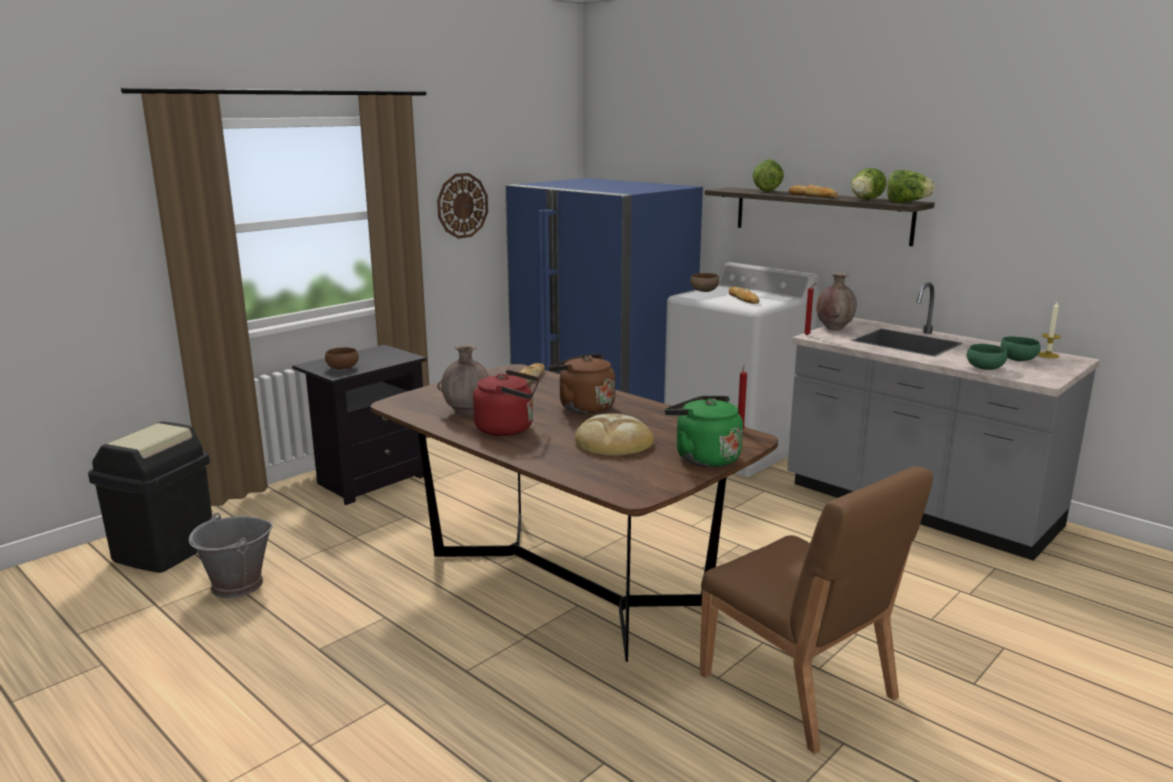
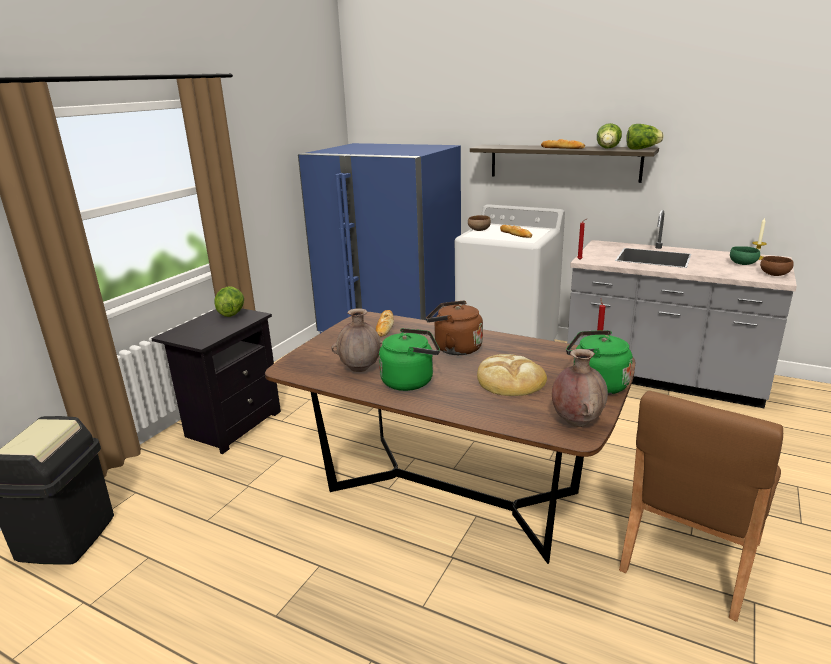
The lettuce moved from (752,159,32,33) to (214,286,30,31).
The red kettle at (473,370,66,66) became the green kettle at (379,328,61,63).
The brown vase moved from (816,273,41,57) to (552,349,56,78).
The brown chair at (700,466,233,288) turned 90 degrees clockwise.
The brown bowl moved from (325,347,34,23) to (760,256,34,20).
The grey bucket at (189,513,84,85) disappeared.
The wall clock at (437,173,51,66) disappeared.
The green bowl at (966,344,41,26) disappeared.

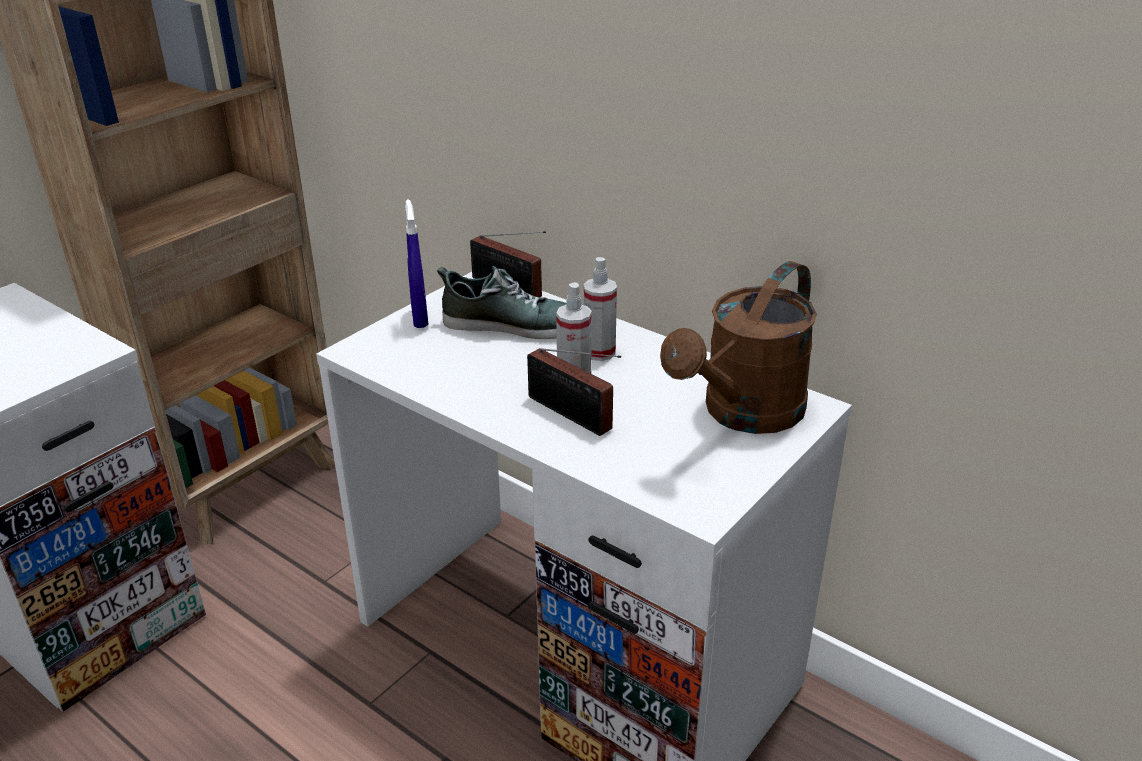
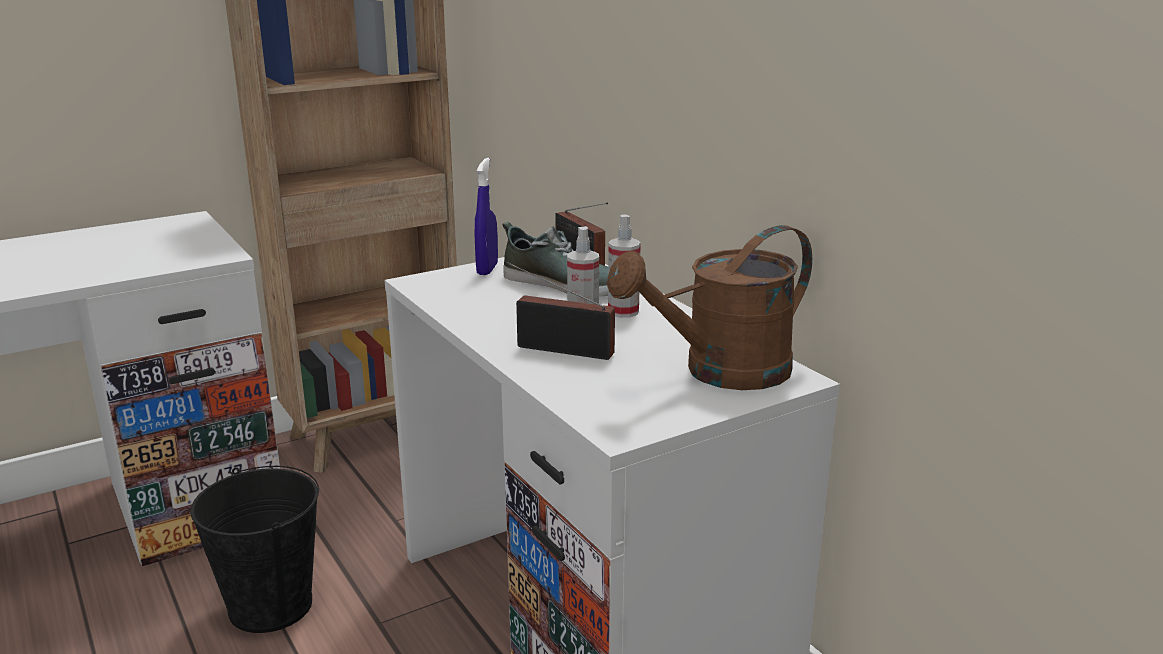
The black bucket at (190,466,129,167) appeared.
The radio at (527,348,94,88) turned 135 degrees clockwise.

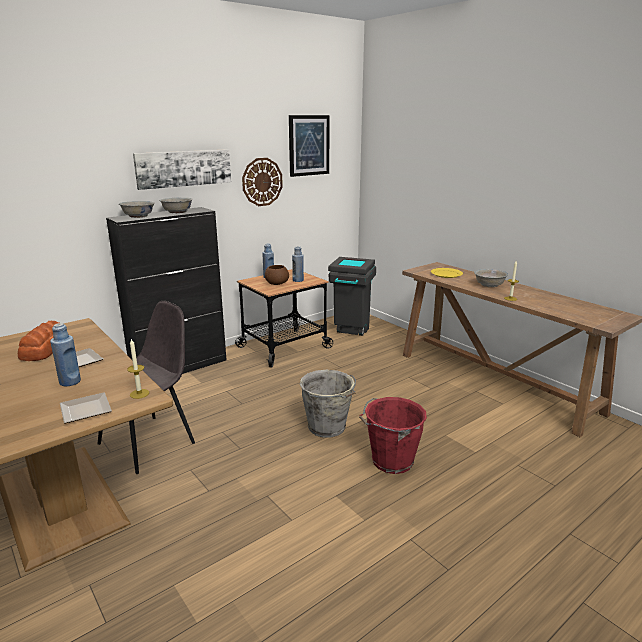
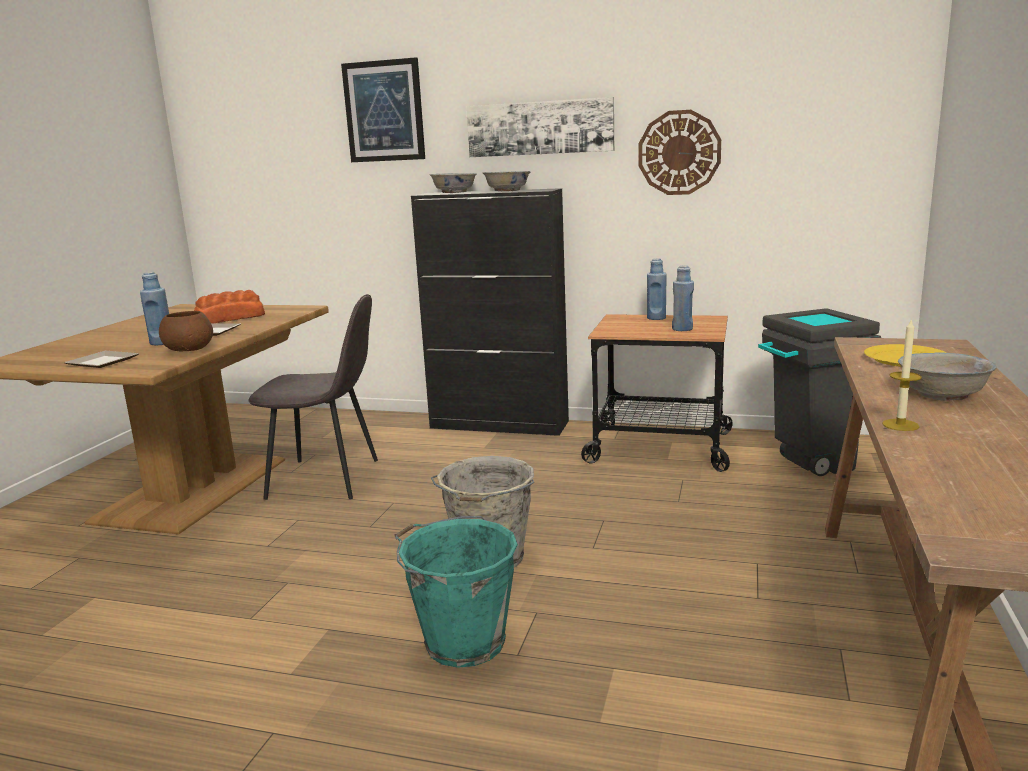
The brown bowl moved from (265,265,24,20) to (159,311,54,40).
The picture moved from (289,115,41,62) to (341,57,84,105).
The red bucket at (359,397,68,77) became the turquoise bucket at (394,516,124,152).
The candle at (127,339,22,60) disappeared.

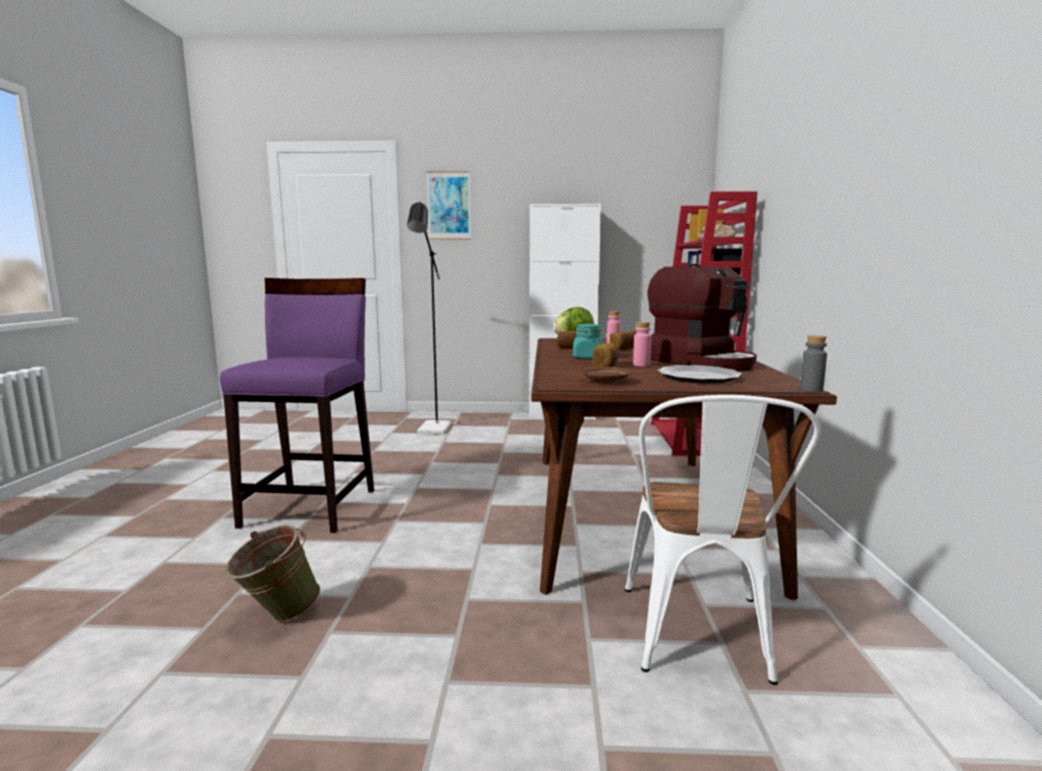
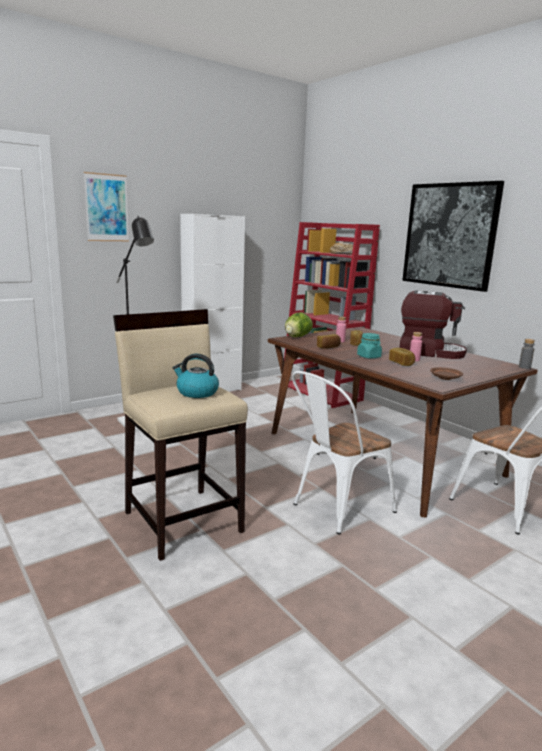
The purple stool at (220,278,154,255) became the beige stool at (113,309,135,252).
The kettle at (172,354,47,44) appeared.
The white chair at (292,371,105,163) appeared.
The picture at (402,181,102,111) appeared.
The green bucket at (226,525,94,97) disappeared.
The plate at (657,365,85,19) disappeared.

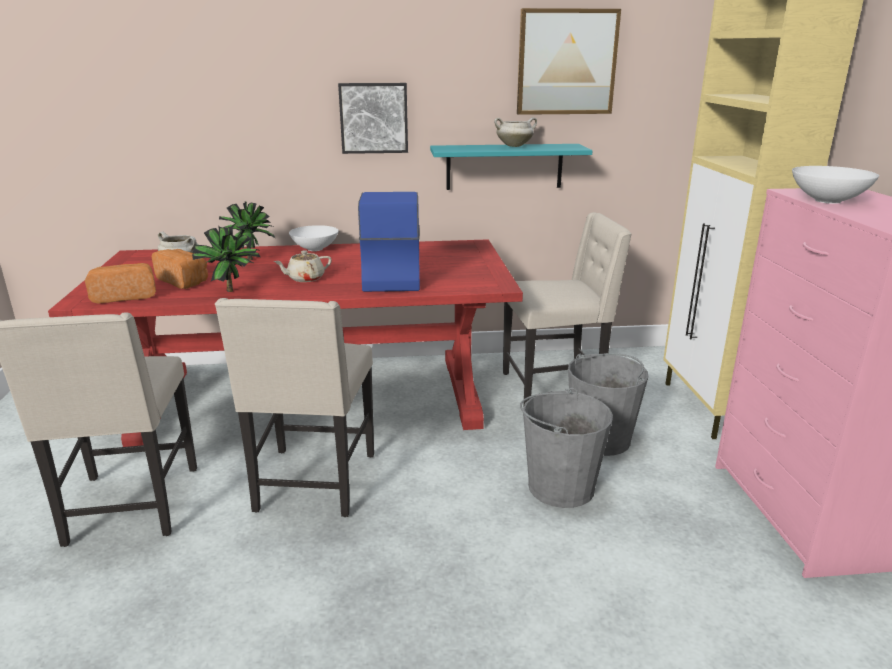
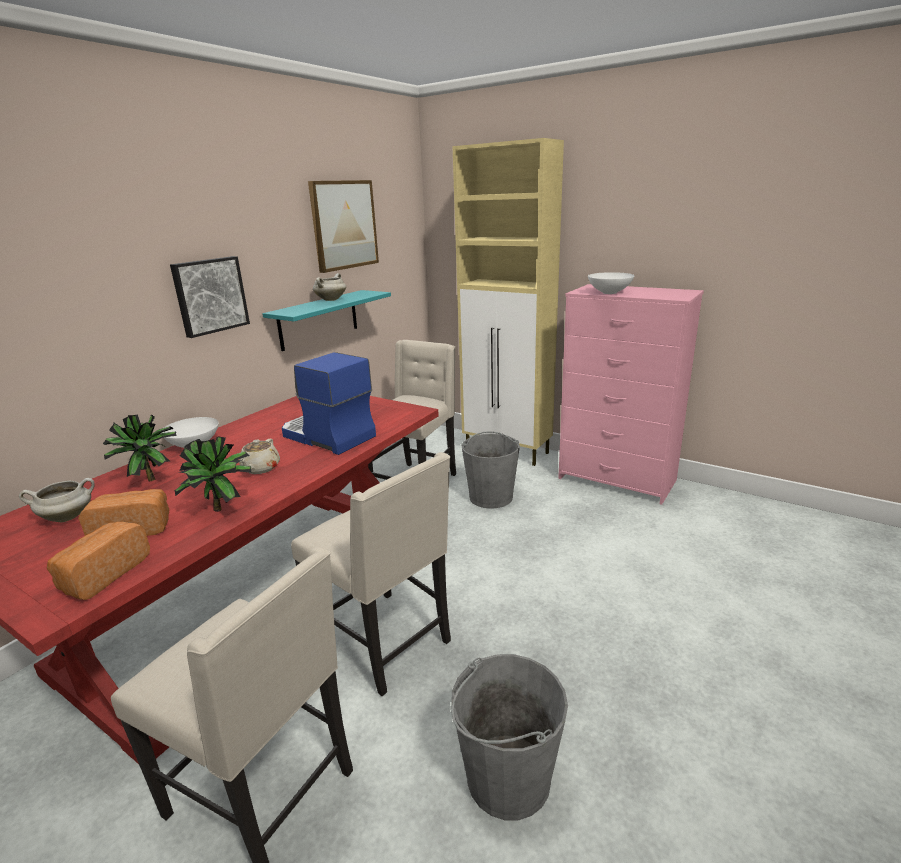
The grey bucket moved from (520,388,93,120) to (451,654,117,166).

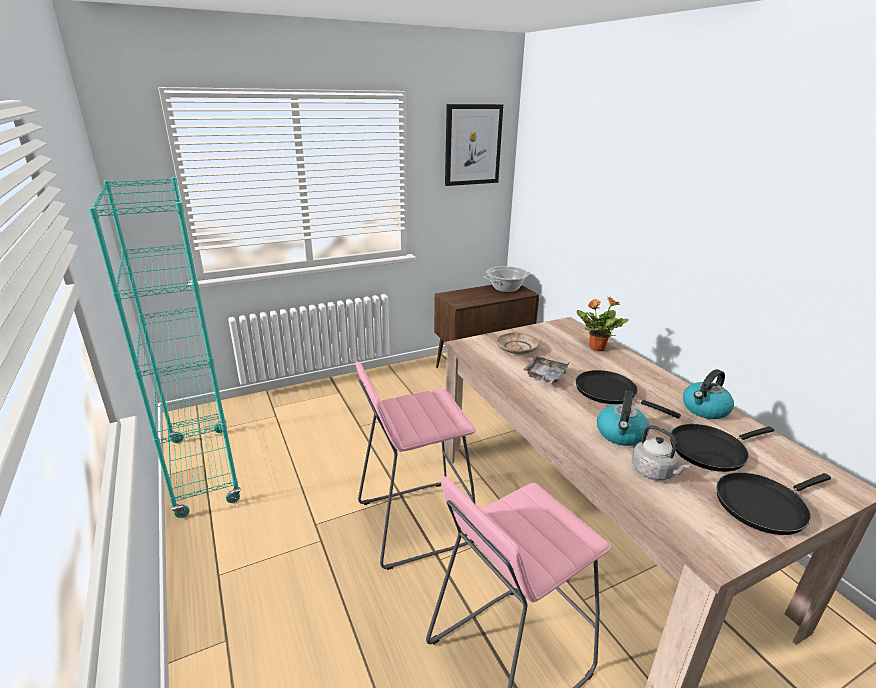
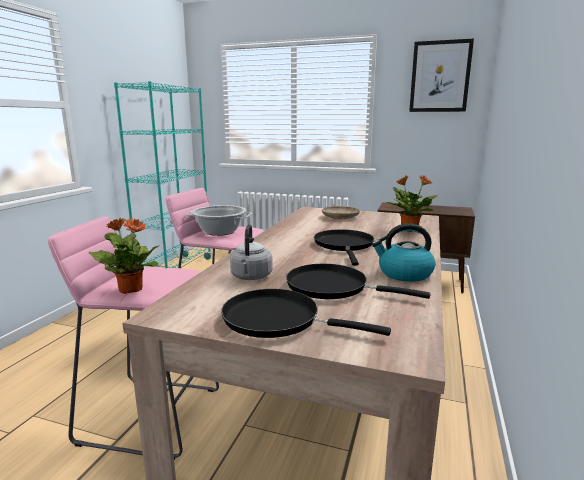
The potted plant at (89,217,71,77) appeared.
The cooking pot moved from (484,266,46,26) to (186,205,66,31).
The grey tray at (524,356,45,27) disappeared.
The kettle at (597,390,52,56) disappeared.

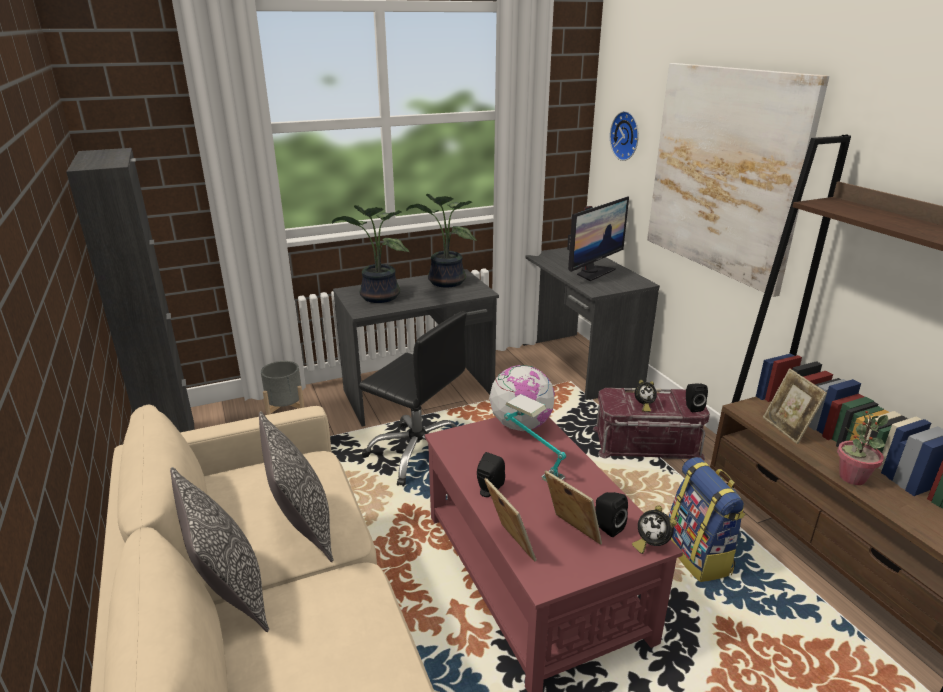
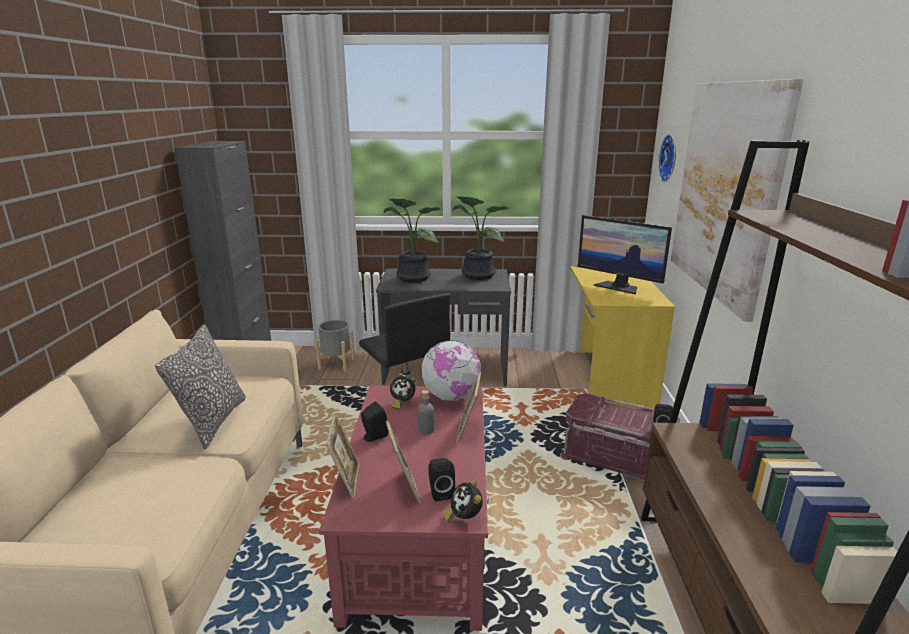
The alarm clock moved from (635,380,22,32) to (390,373,26,36).
The table lamp at (504,394,62,88) was replaced by the grey bottle at (418,390,17,44).
The picture frame moved from (763,368,64,76) to (456,372,25,71).
The grey desk at (523,247,137,153) became the yellow desk at (567,266,108,143).
The monitor at (567,196,62,85) turned 60 degrees clockwise.
The pillow at (170,467,99,165) disappeared.
The backpack at (669,457,77,125) disappeared.
The potted plant at (837,410,51,75) disappeared.

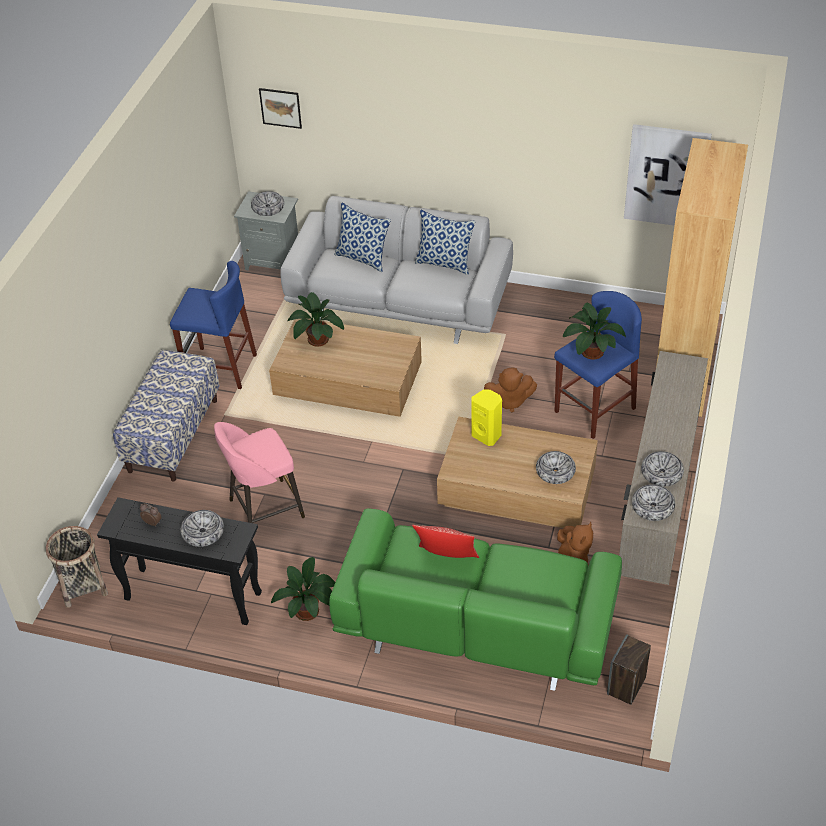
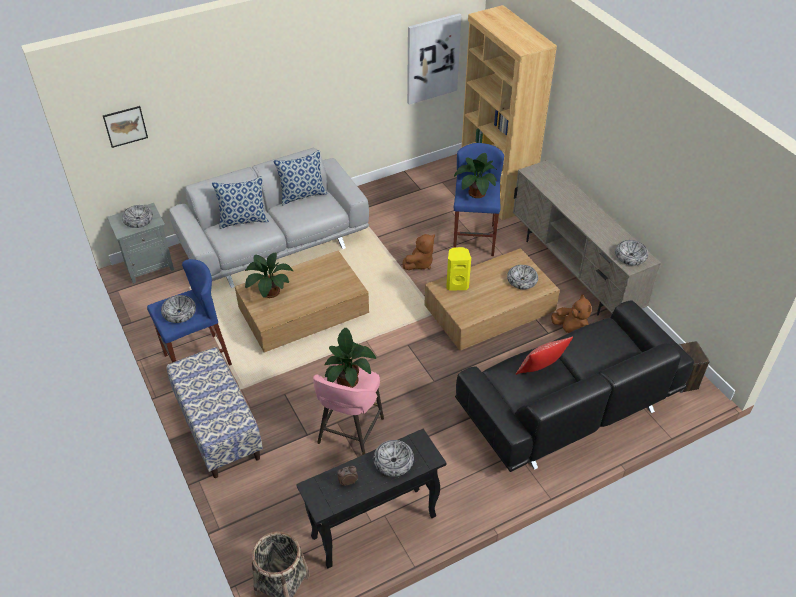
The bowl moved from (641,451,43,36) to (161,295,35,28).
The potted plant moved from (271,557,64,64) to (324,328,52,60).
The green sofa at (329,509,293,182) became the black sofa at (455,300,239,172).

